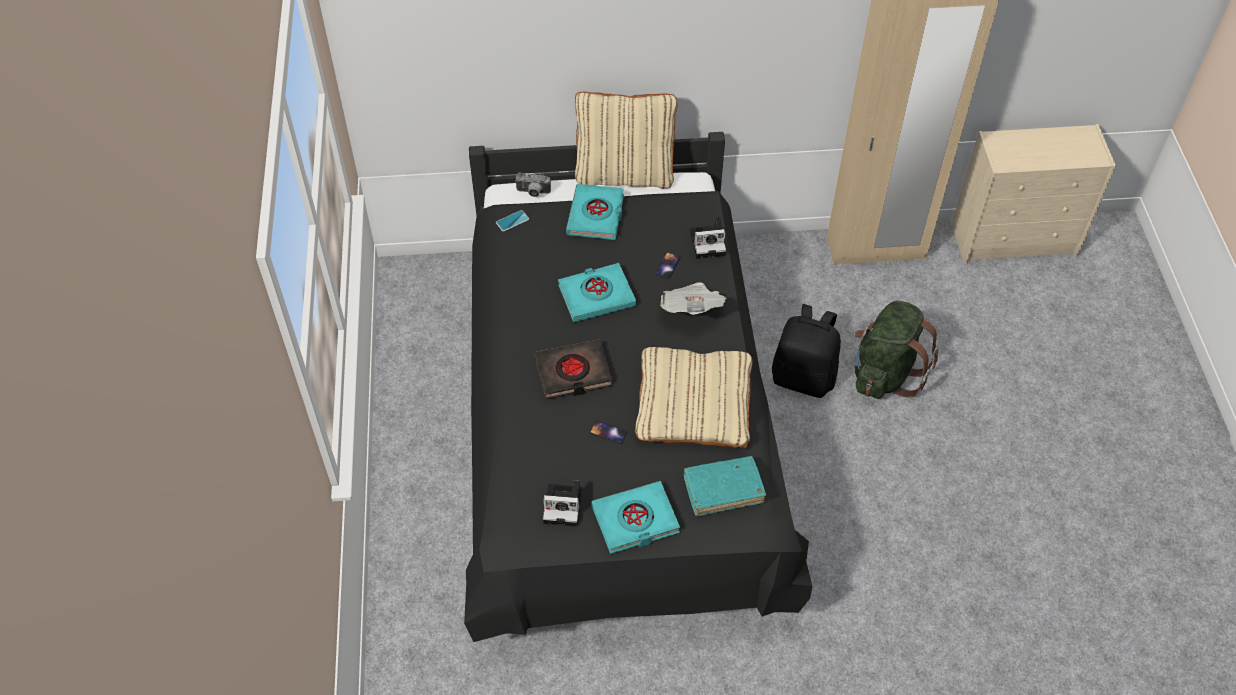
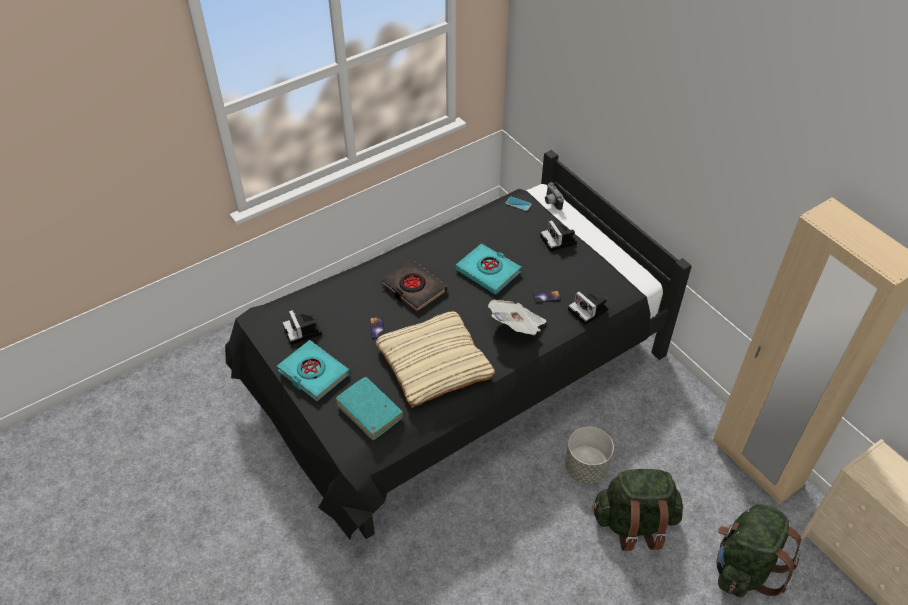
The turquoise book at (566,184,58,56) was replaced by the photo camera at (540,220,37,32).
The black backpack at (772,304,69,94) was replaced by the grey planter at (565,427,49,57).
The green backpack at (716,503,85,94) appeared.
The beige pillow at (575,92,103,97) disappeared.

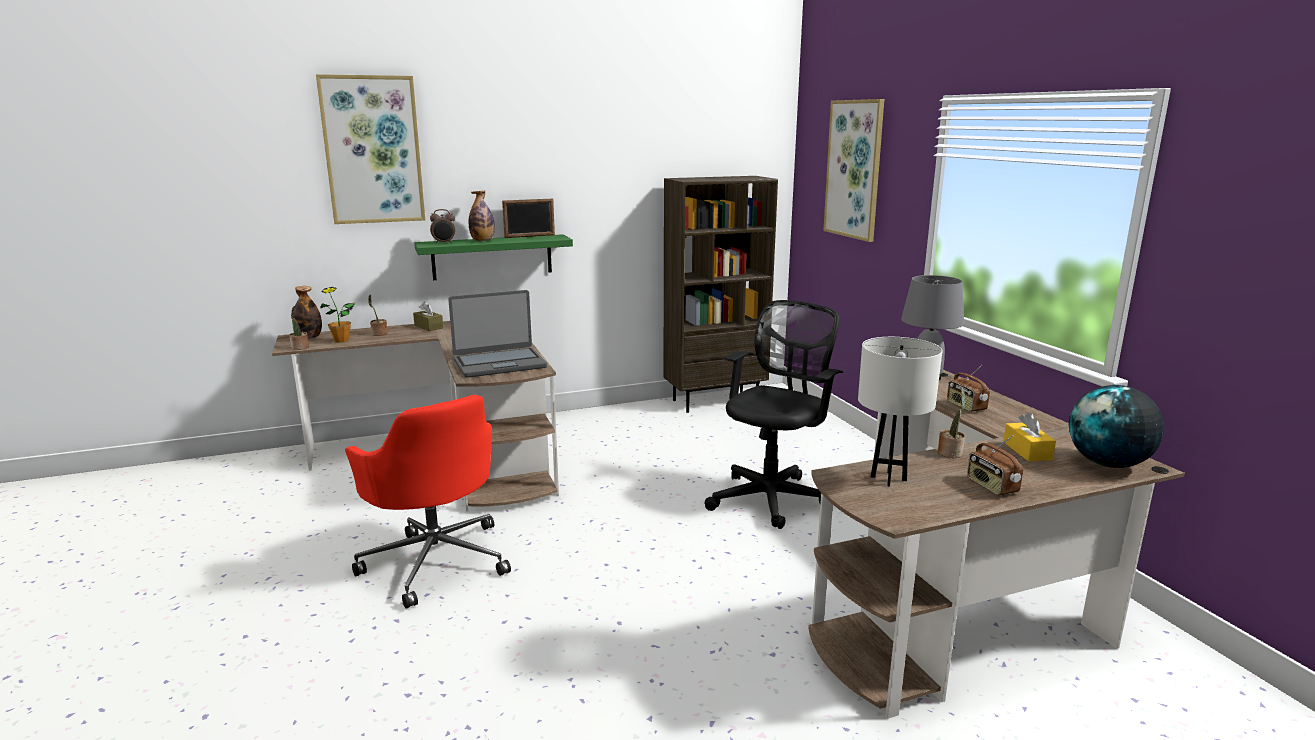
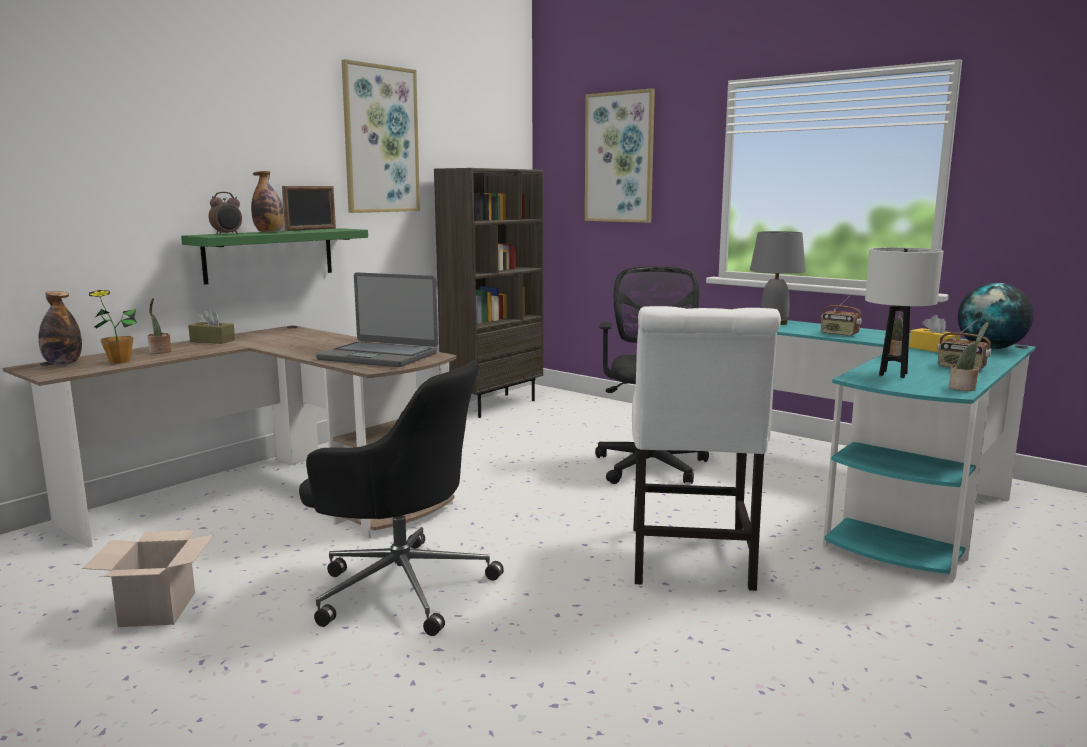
The cardboard box at (82,530,132,97) appeared.
The red office chair at (345,395,166,213) became the black office chair at (299,360,205,276).
The laptop at (448,290,99,88) turned 75 degrees clockwise.
The picture moved from (316,74,109,150) to (342,59,78,154).
The white chair at (632,306,149,285) appeared.
The brown desk at (808,370,377,349) became the turquoise desk at (768,320,268,262).
The potted plant moved from (289,306,20,44) to (949,322,40,69).

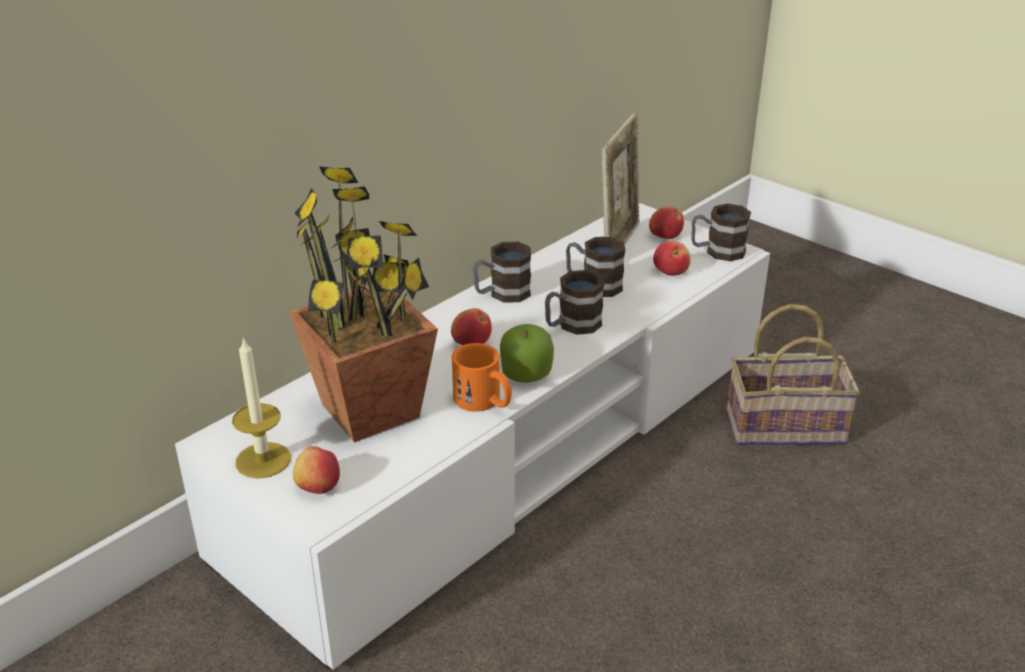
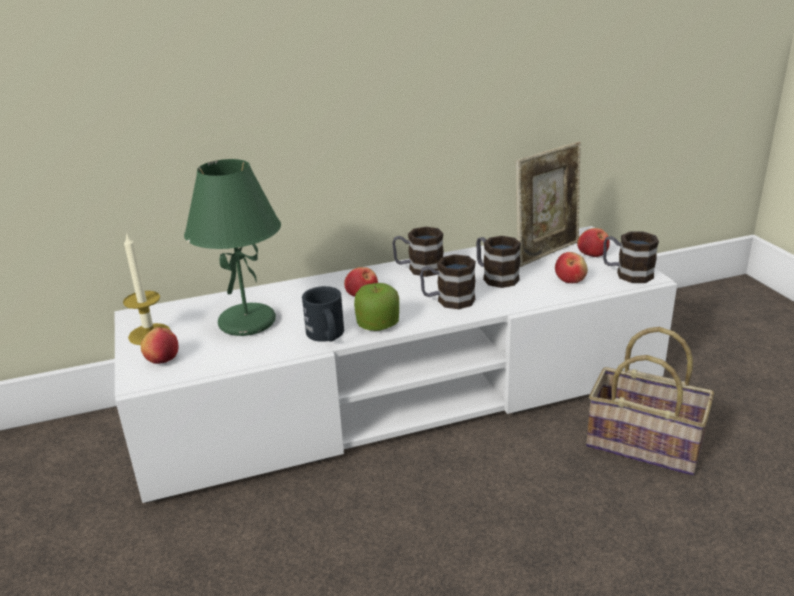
The potted plant at (289,166,149,276) was replaced by the green table lamp at (184,159,97,177).
The orange mug at (452,343,60,68) became the black mug at (302,286,42,56).

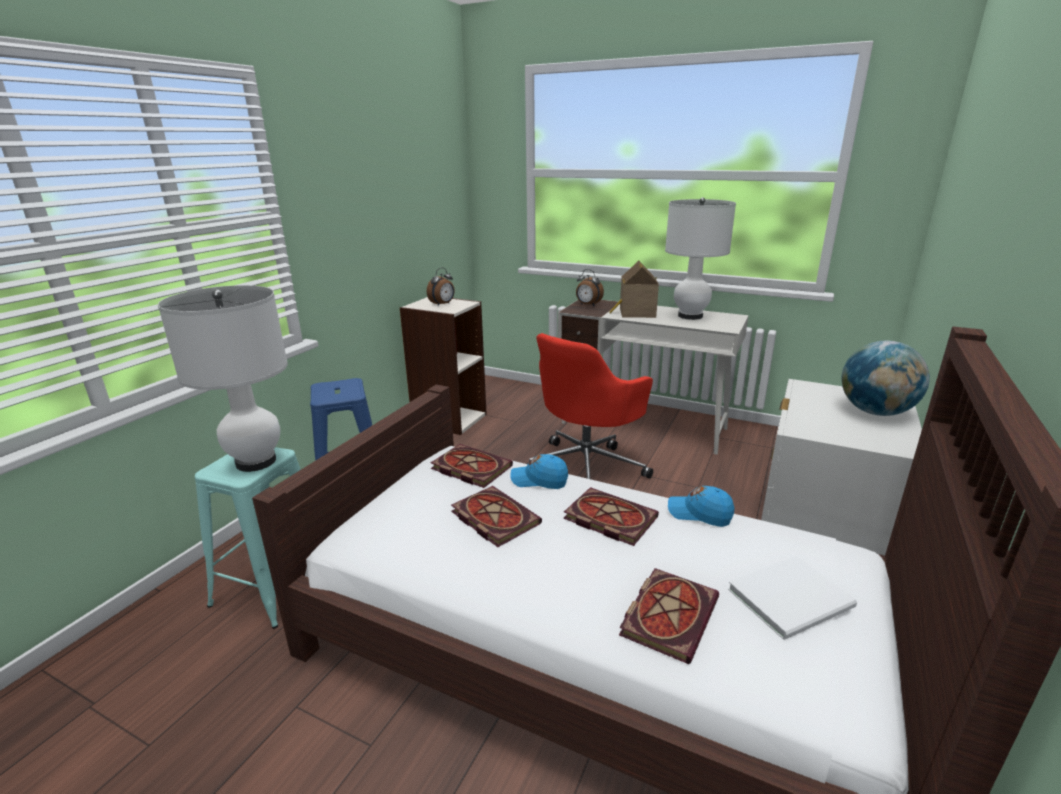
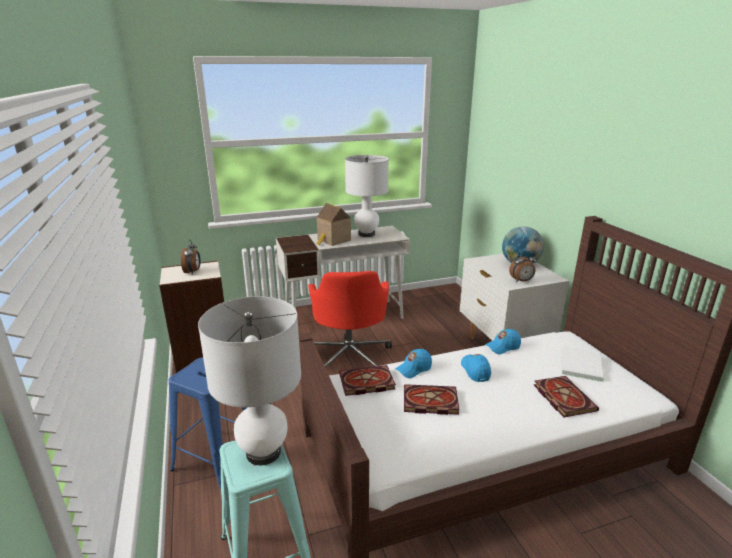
The book at (564,487,95,59) was replaced by the blue cap at (461,354,30,28).
The alarm clock moved from (576,269,28,37) to (509,251,27,31).

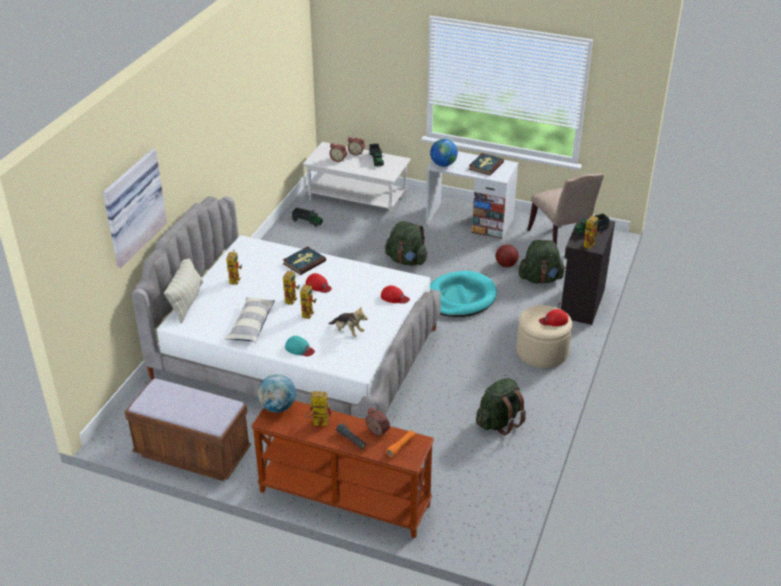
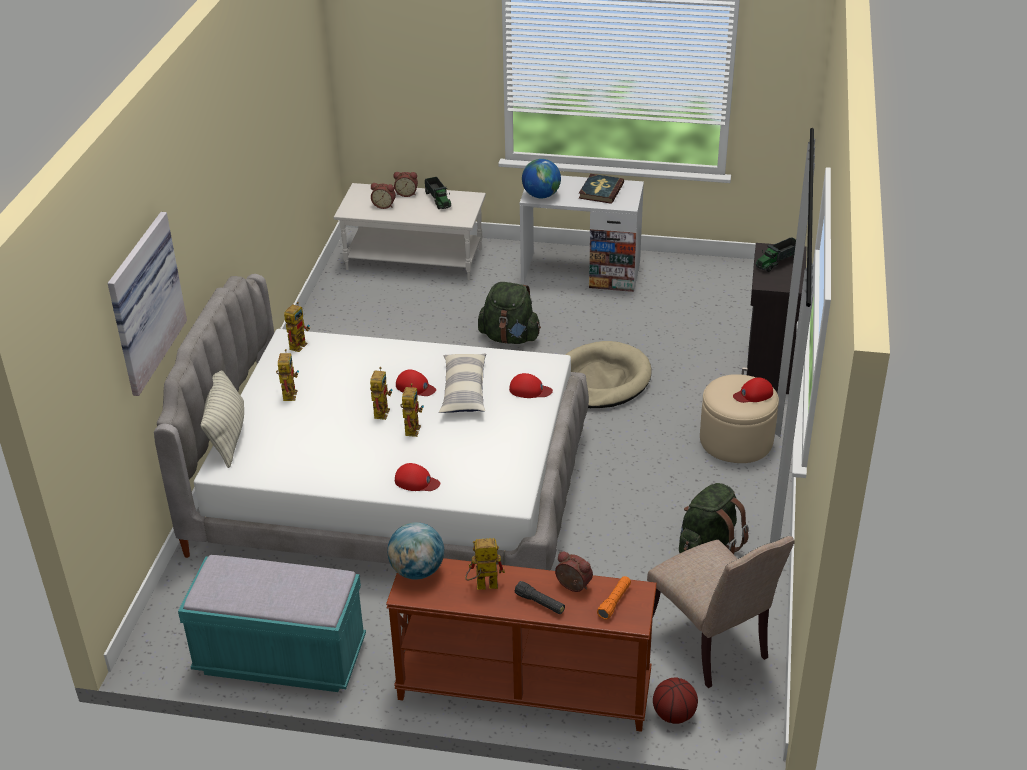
The brown bench at (125,379,126,102) became the turquoise bench at (178,555,188,137).
The toy robot moved from (583,214,17,35) to (284,302,26,50).
The turquoise cap at (285,336,30,20) became the red cap at (395,463,45,28).
The pillow moved from (225,297,50,46) to (439,353,47,60).
The turquoise dog bed at (430,271,67,46) became the beige dog bed at (565,341,87,67).
The beige chair moved from (527,173,77,72) to (647,536,148,152).
The basketball moved from (496,245,23,22) to (653,678,45,46).
The book at (283,246,43,29) disappeared.
The toy truck at (291,208,32,19) disappeared.
The plush toy at (329,307,39,30) disappeared.
The green backpack at (519,240,47,44) disappeared.

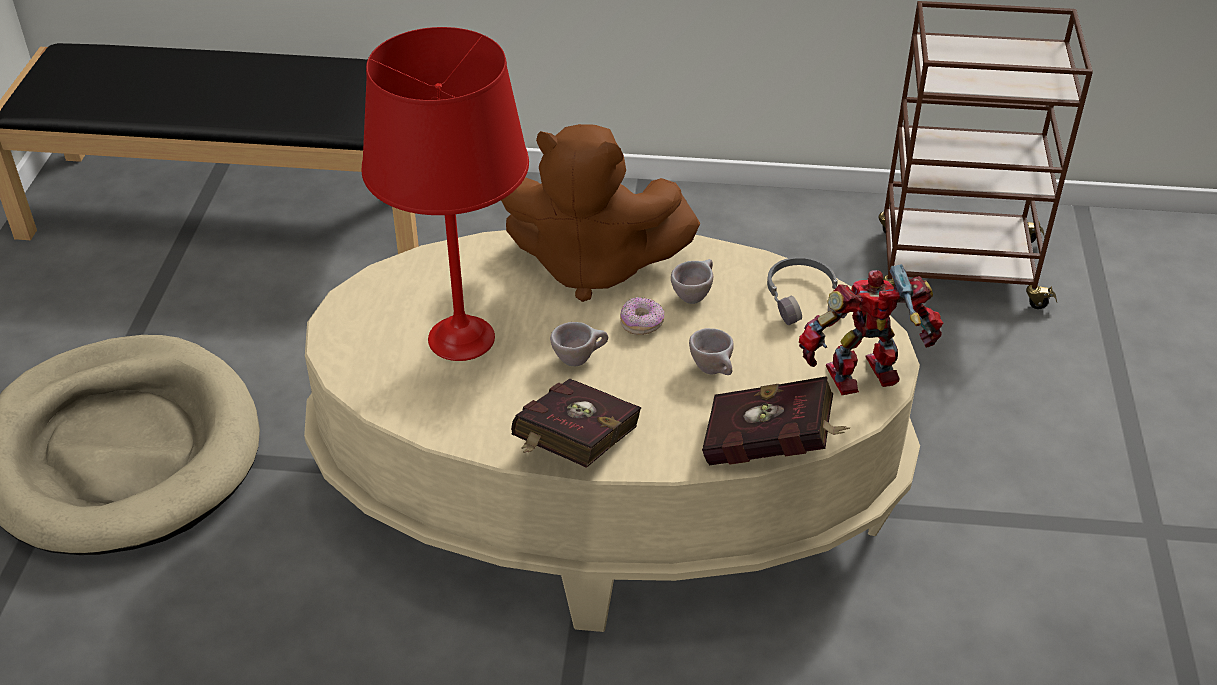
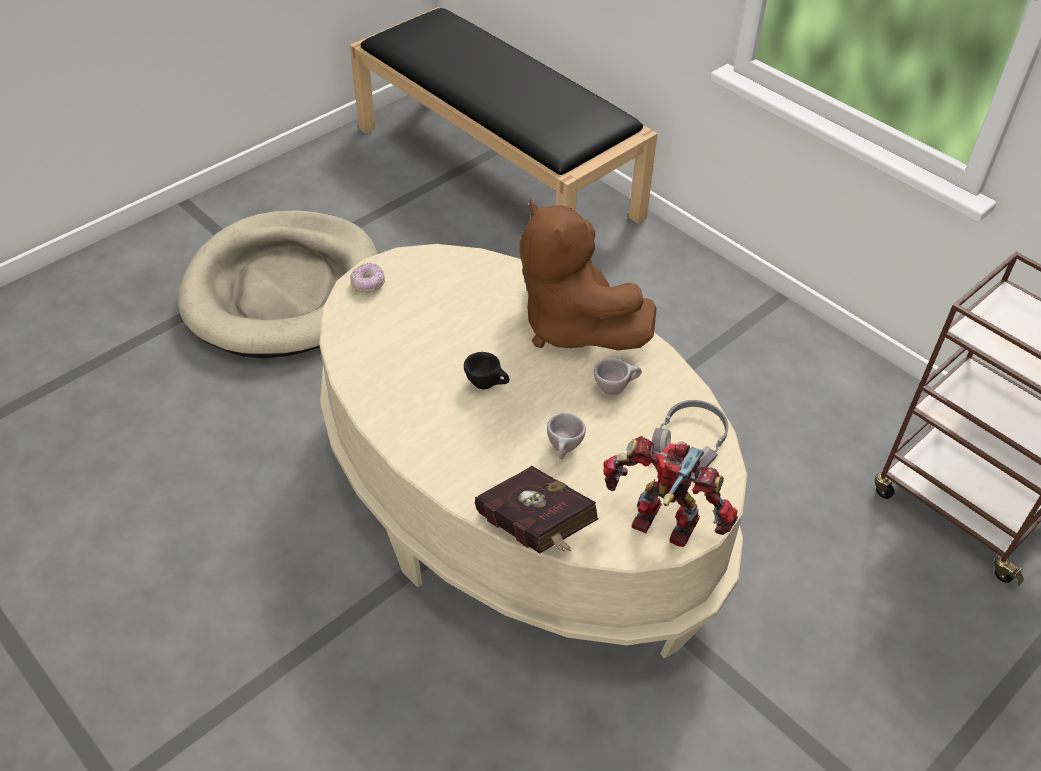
The donut moved from (620,297,44,38) to (350,263,35,29).
The beige cup at (550,322,58,44) became the black cup at (464,352,45,37).
The red table lamp at (362,27,167,334) disappeared.
The red book at (511,379,131,89) disappeared.

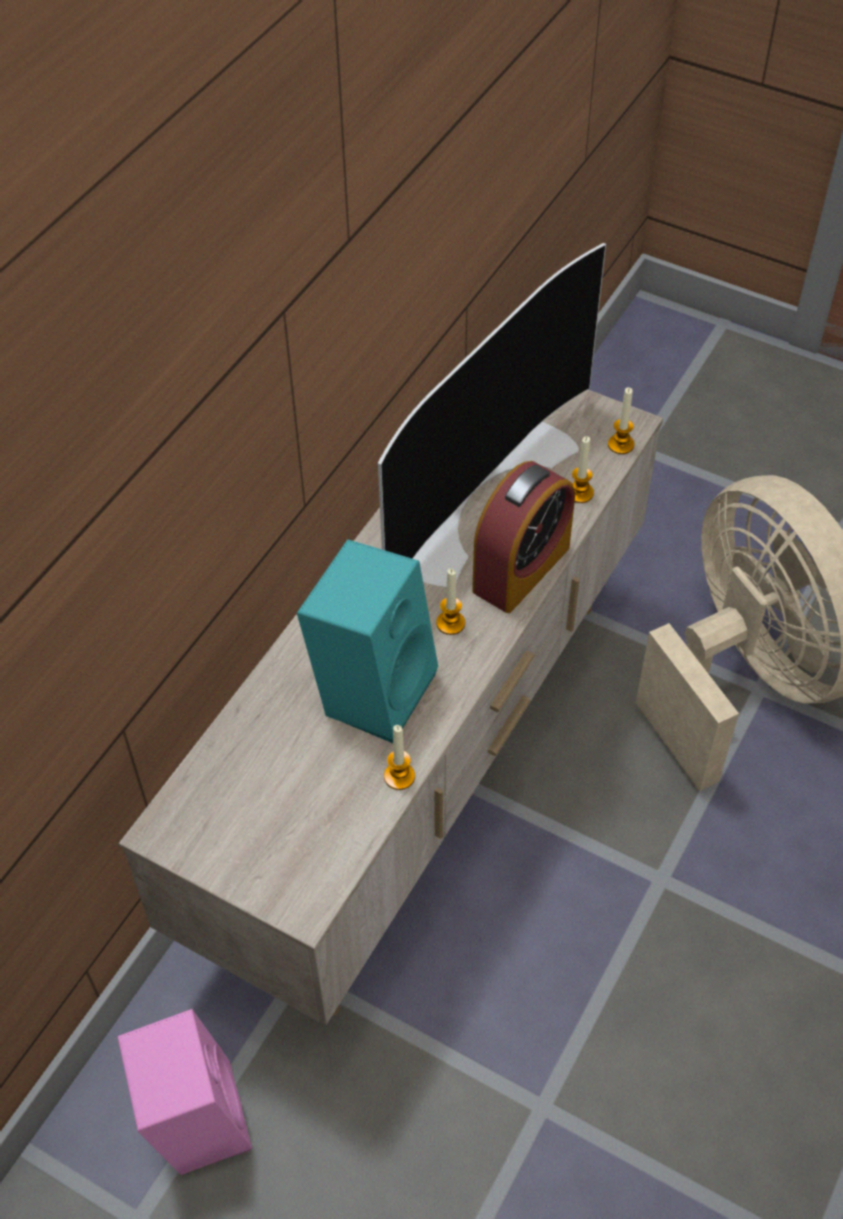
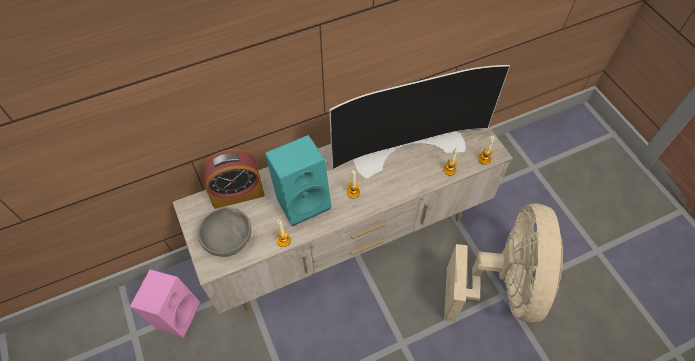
The grey bowl at (198,207,53,50) appeared.
The alarm clock moved from (472,461,103,152) to (202,149,63,60).

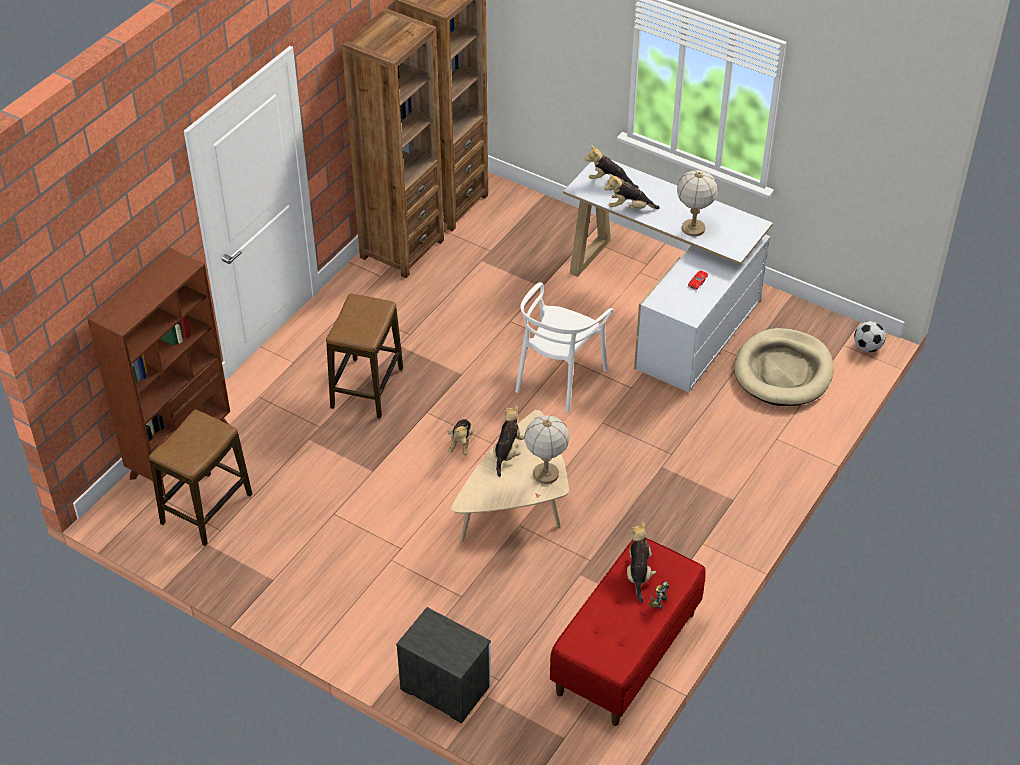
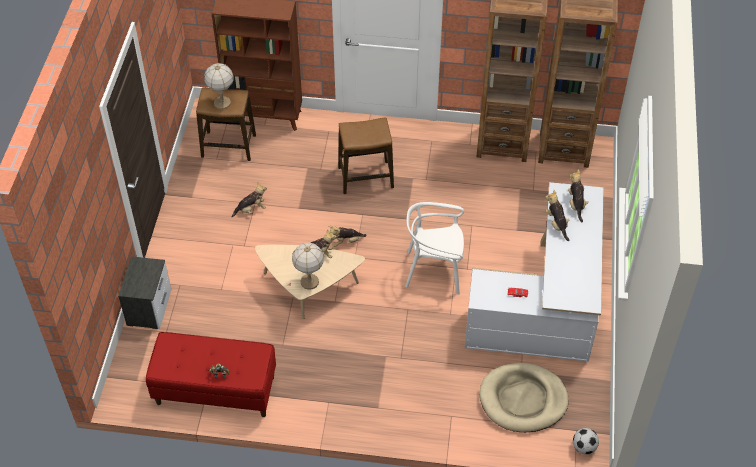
The table lamp moved from (677,170,41,67) to (204,63,30,47).
The plush toy moved from (627,522,29,80) to (232,182,35,35).

